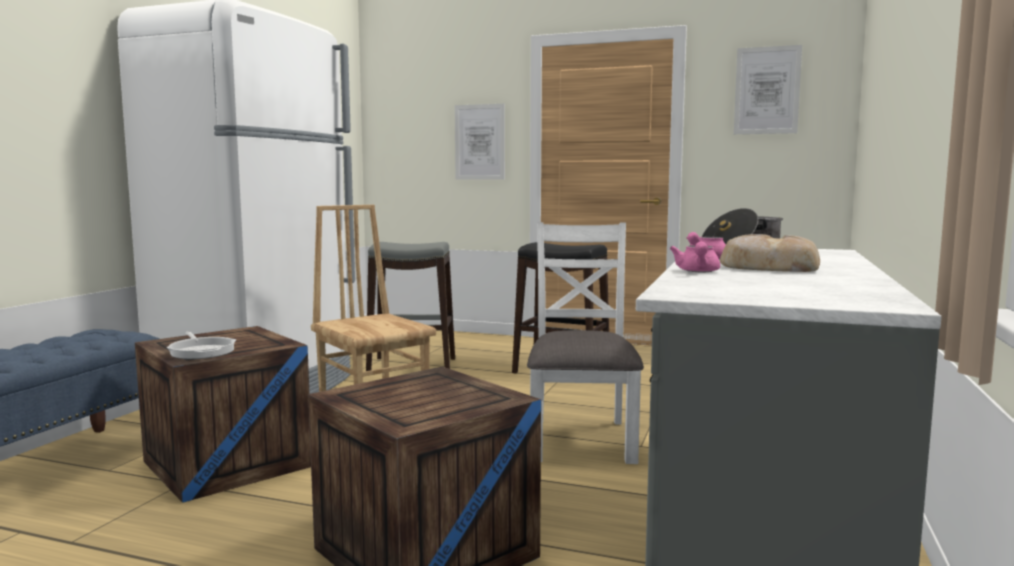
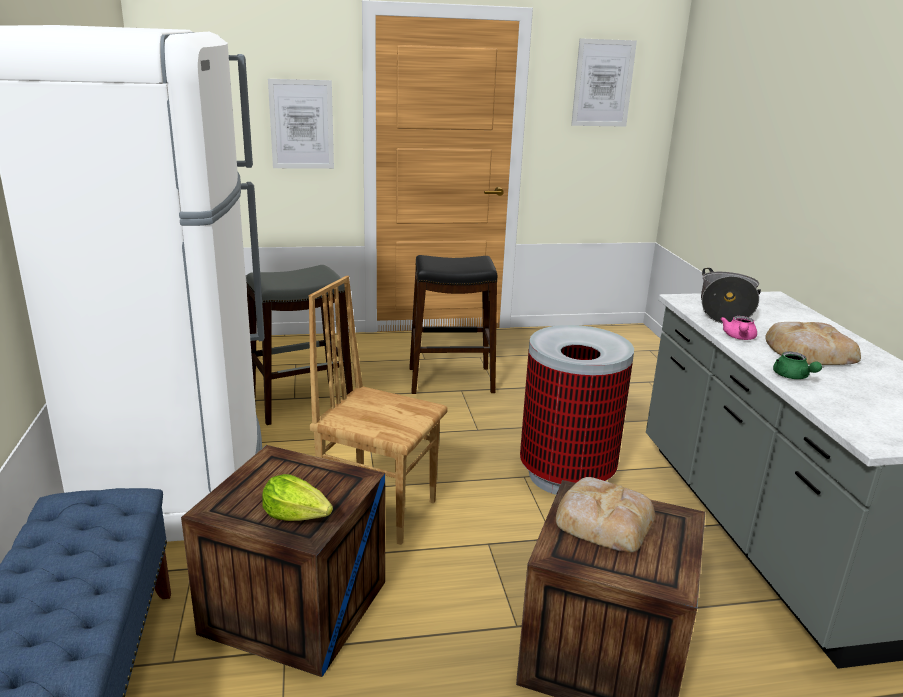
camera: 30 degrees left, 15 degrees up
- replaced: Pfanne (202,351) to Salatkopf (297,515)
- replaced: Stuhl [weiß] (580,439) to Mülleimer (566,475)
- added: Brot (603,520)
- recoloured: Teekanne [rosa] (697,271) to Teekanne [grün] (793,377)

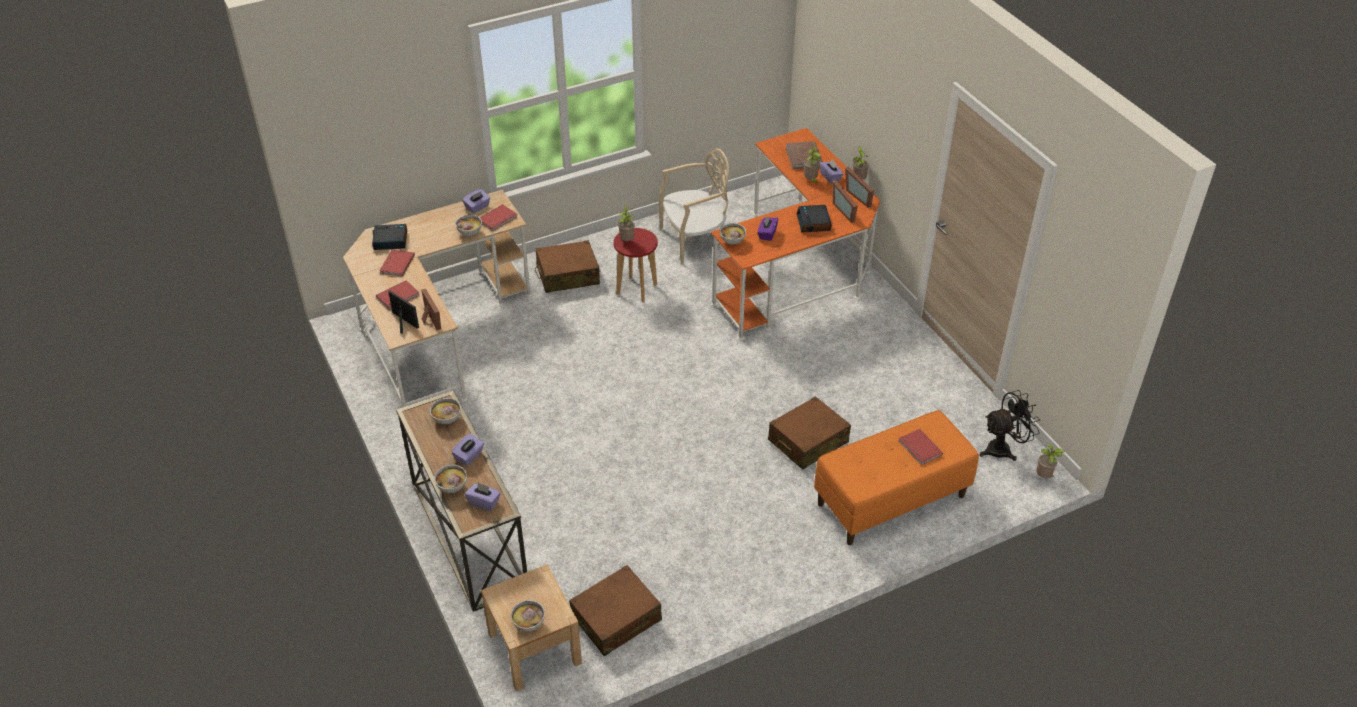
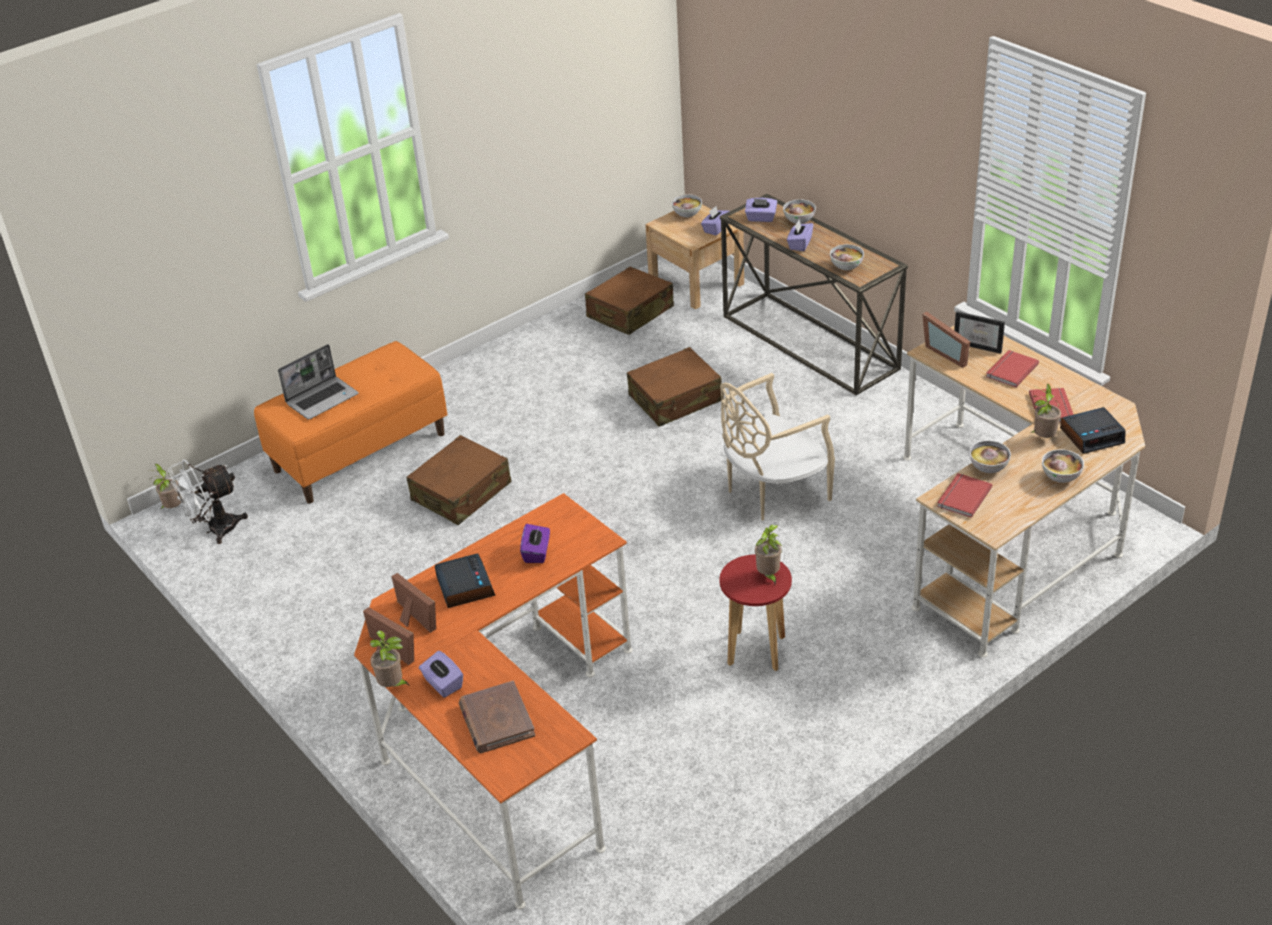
camera: 170 degrees right, 5 degrees down
- recoloured: Ventilator [schwarz] (1003,449) to Ventilator [weiß] (215,530)
- replaced: Buch [rot] (919,448) to Laptop (322,399)
- moved: Koffer [braun] (567,275) to (675,399)
- moved: Taschentuchbox [lila] (477,207) to (715,229)
- moved: Stuhl [beige] (694,240) to (773,492)
- moved: Topfpflanze (810,180) to (1043,438)
- moved: Schüssel (732,241) to (1061,477)

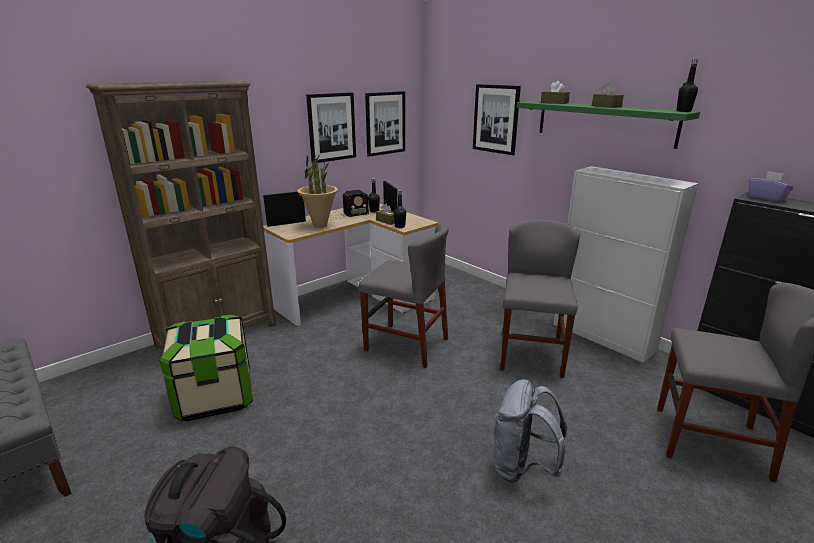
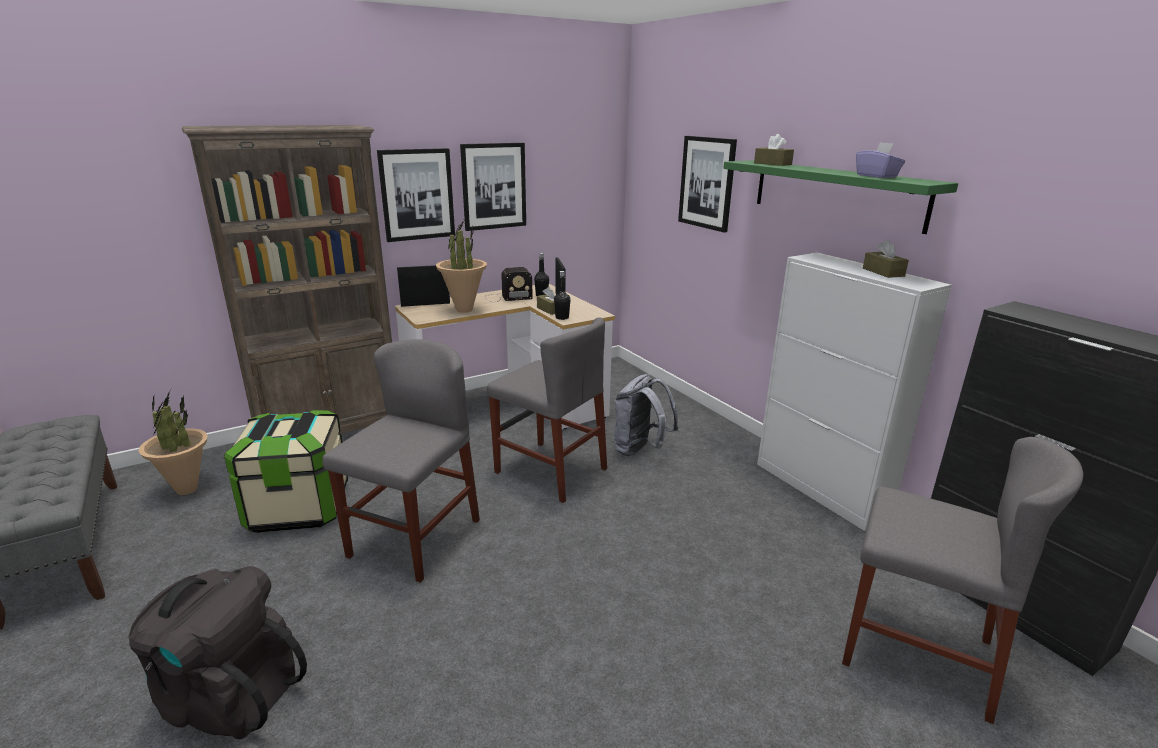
camera: 10 degrees right, 0 degrees up
- added: Topfpflanze (186,489)
- moved: Stuhl [grau] (531,354) to (414,538)
- moved: Bild (385,123) to (417,194)
- moved: Rucksack [grau] (522,467) to (640,450)
- moved: Taschentuchbox [lila] (766,198) to (876,176)
- moved: Taschentuchbox [braun] (606,106) to (883,272)
- removed: Flasche [schwarz] (683,111)

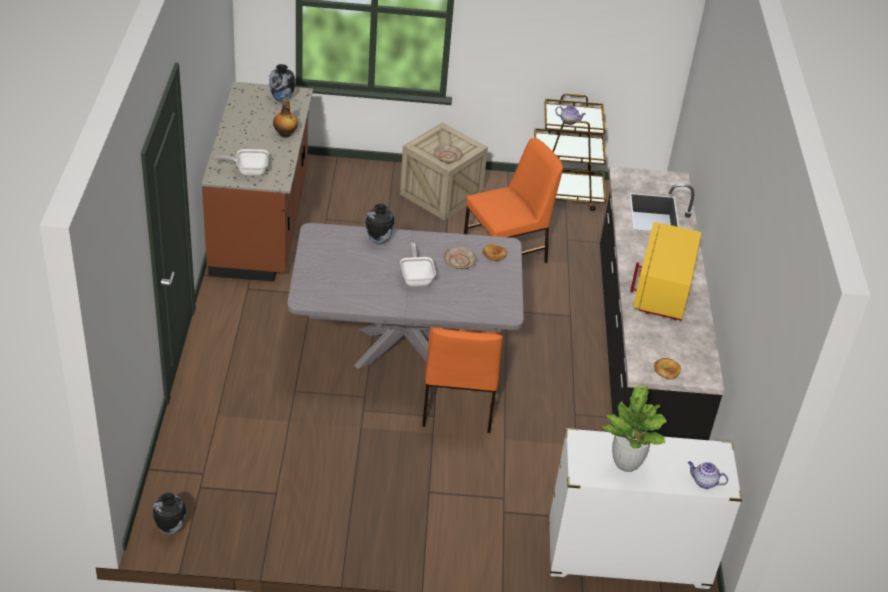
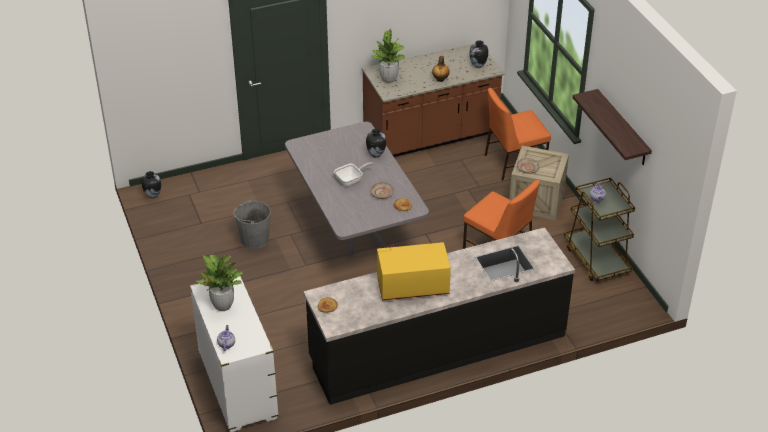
camera: 70 degrees right, 0 degrees up
- added: Eimer [grau] (254,239)
- replaced: Pfanne (248,171) to Topfpflanze (389,79)
- moved: Stuhl [orange] (457,404) to (513,162)
- added: Wandregal (622,128)

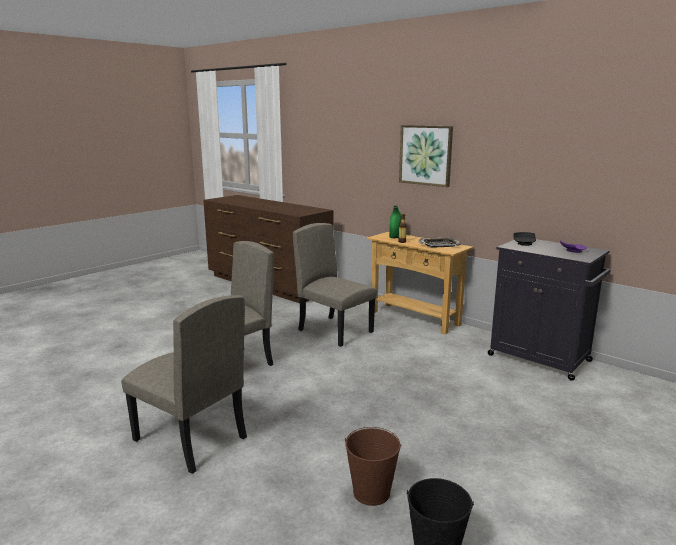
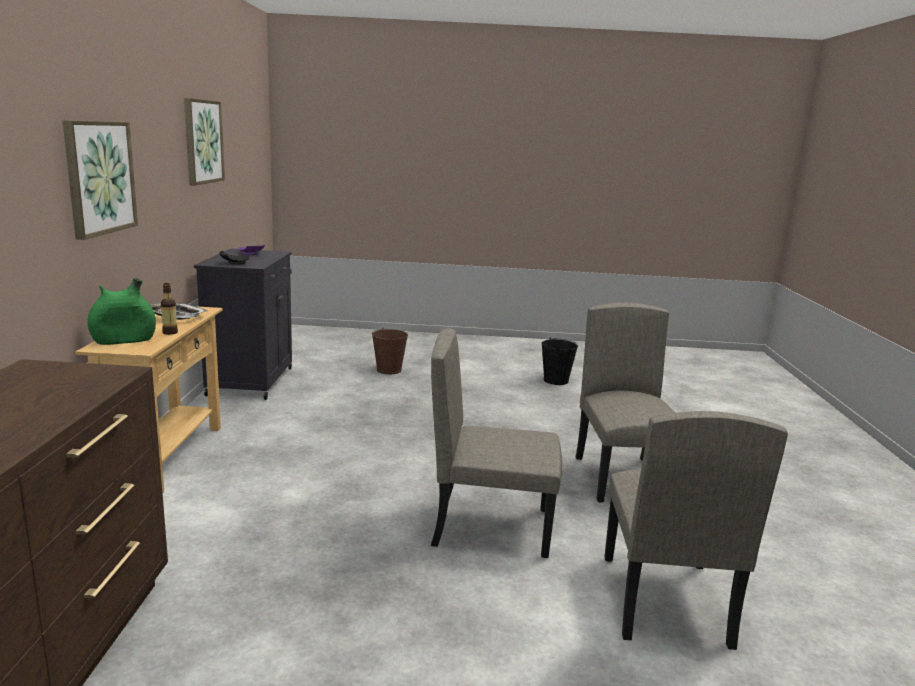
camera: 130 degrees left, 0 degrees up
- added: Bild (202,141)
- moved: Eimer [braun] (371,492) to (389,370)
- moved: Stuhl [beige] (335,331) to (663,599)

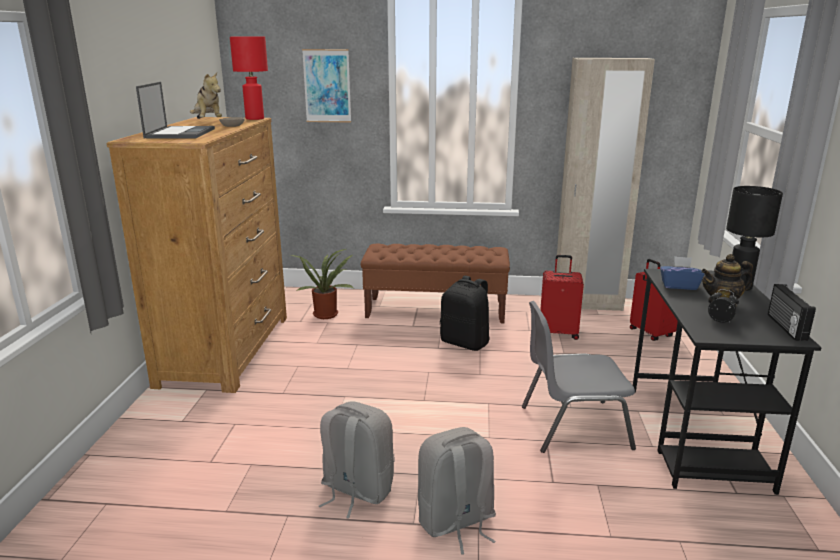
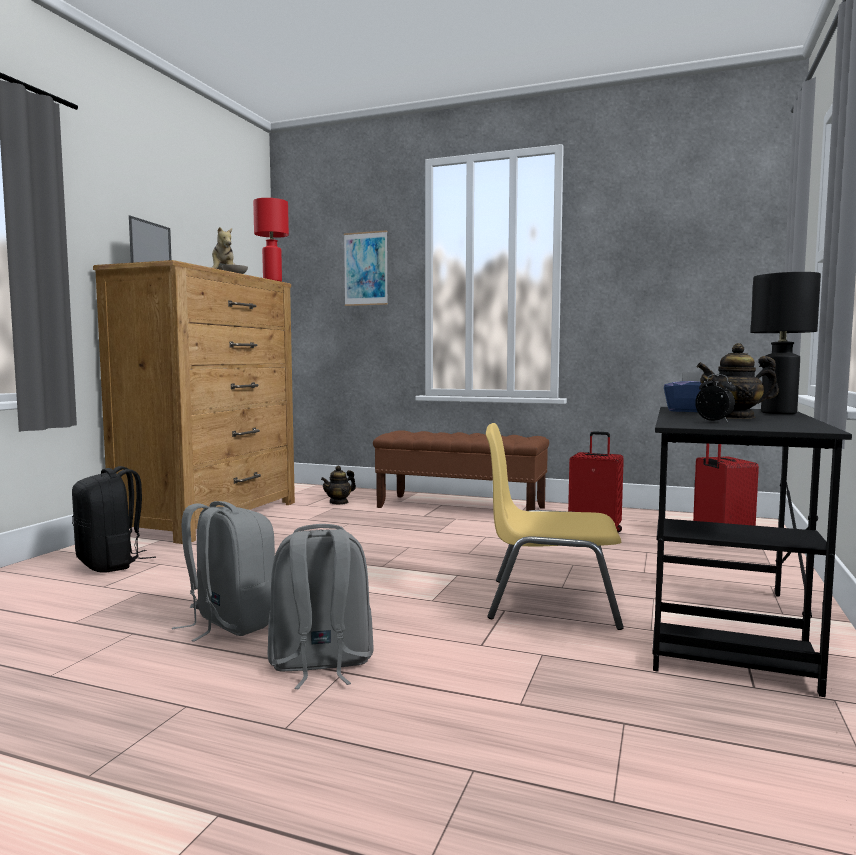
camera: 15 degrees right, 15 degrees down
- moved: Rucksack [schwarz] (465,343) to (111,564)
- replaced: Topfpflanze (326,313) to Teekanne (339,502)
- recoloured: Stuhl [grau] (572,426) to Stuhl [gelb] (550,602)
- removed: Kleiderschrank [beige] (587,304)
- removed: Radio (785,327)

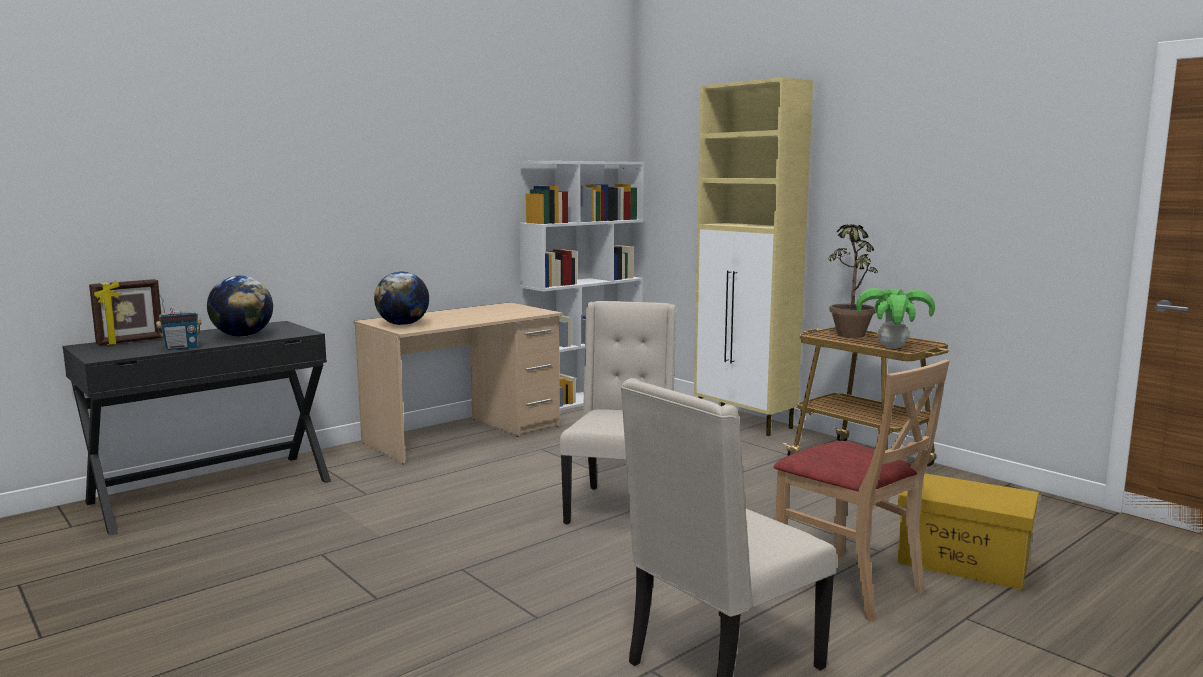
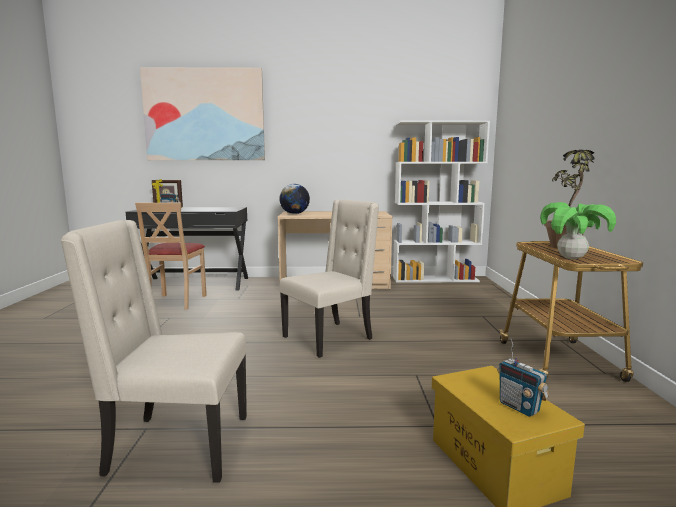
camera: 40 degrees right, 0 degrees up
- moved: Stuhl [beige] (849,585) to (176,302)
- added: Bild (204,115)
- added: Radio (519,407)
- removed: Globus (243,336)
- removed: Schrank [beige] (745,422)

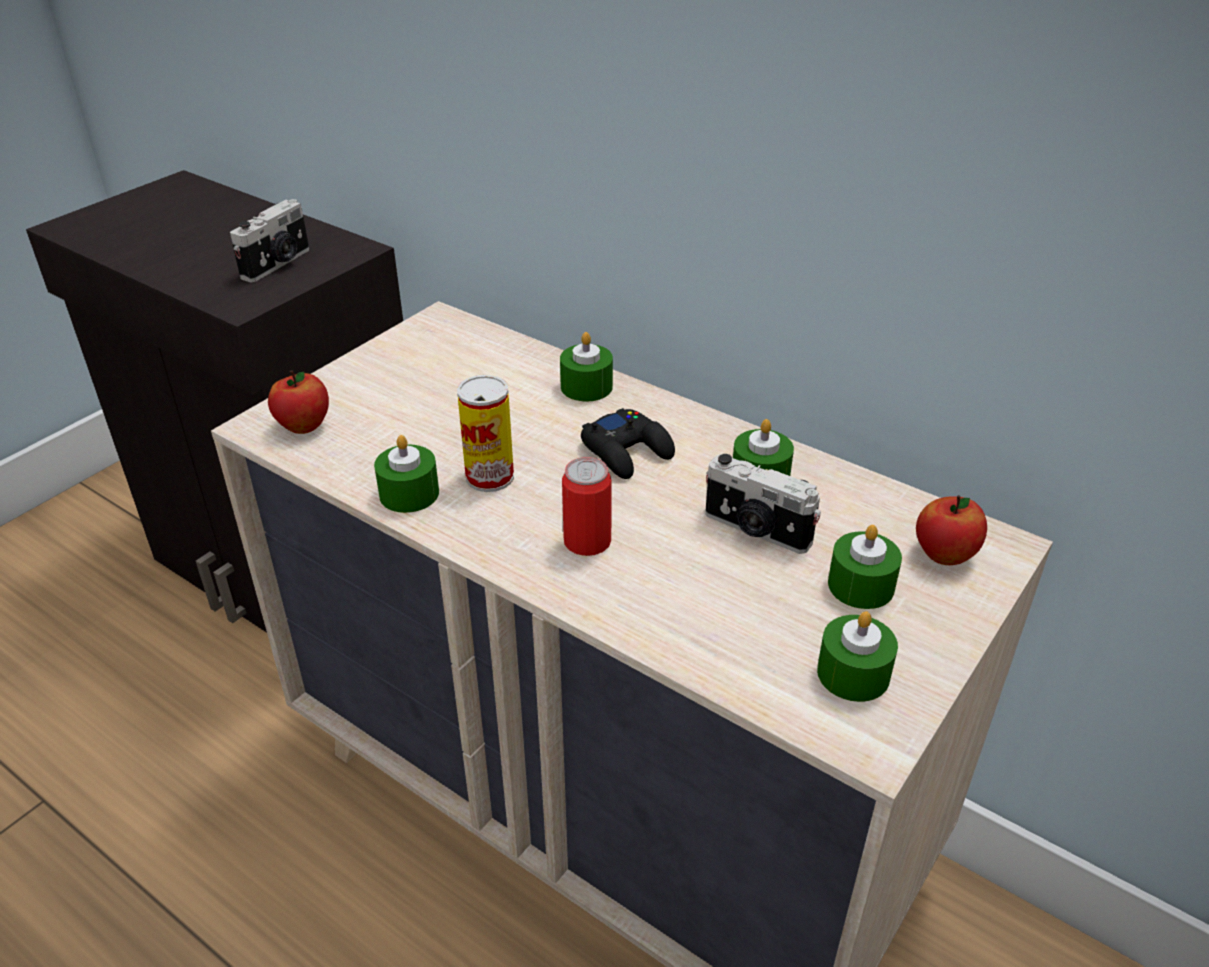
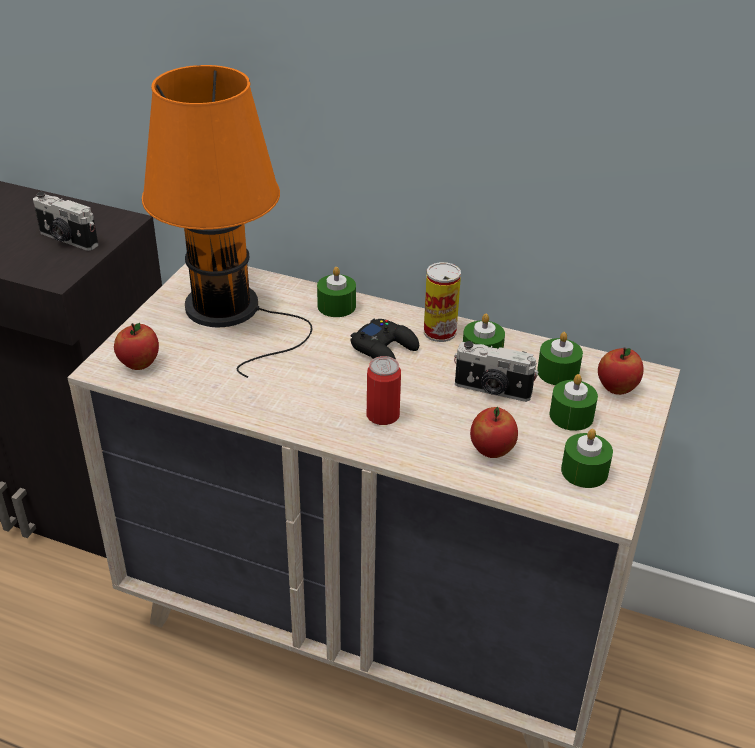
camera: 15 degrees left, 0 degrees up
- turned: Kamera (278,264) = (67,240) 105 degrees clockwise
- added: Tischlampe [orange] (228,310)
- moved: Dose (490,477) to (439,332)
- added: Apfel (492,450)
- moved: Kerze [grün] (409,493) to (558,372)

